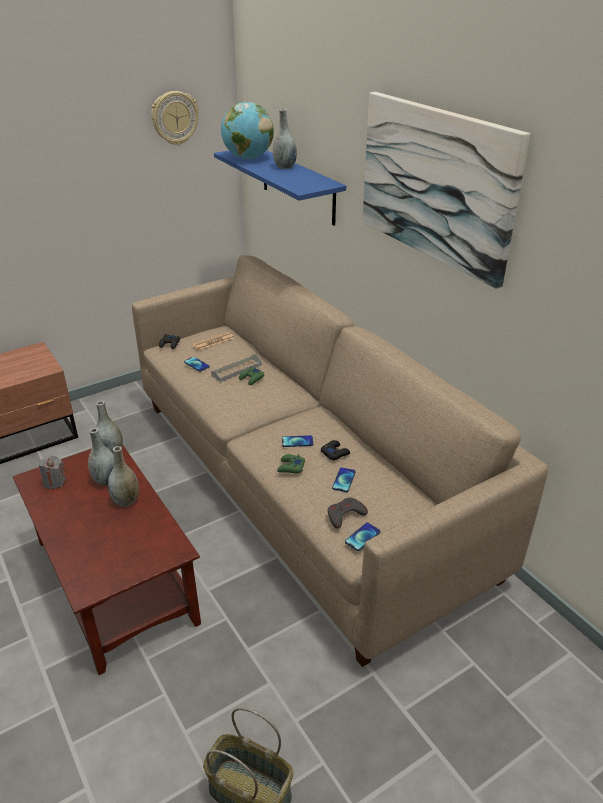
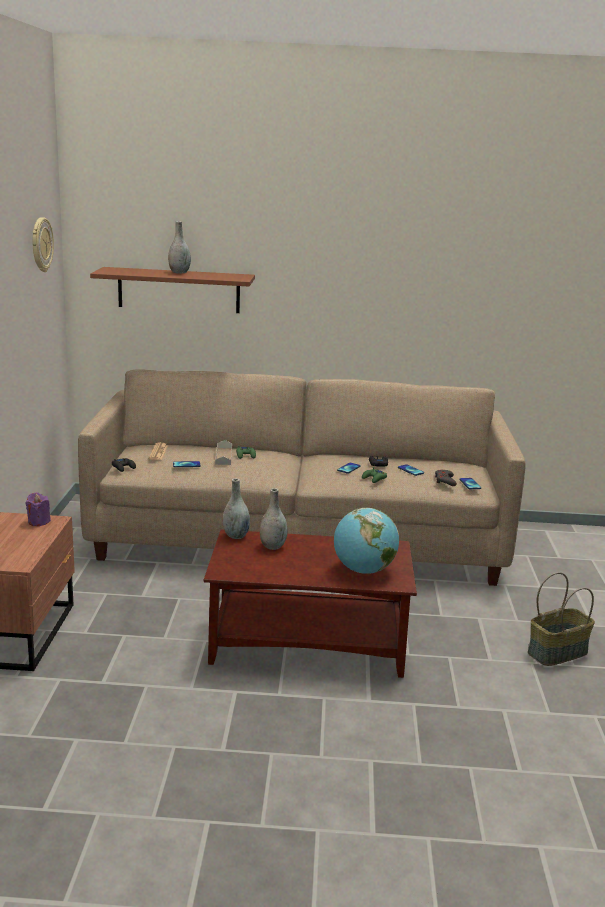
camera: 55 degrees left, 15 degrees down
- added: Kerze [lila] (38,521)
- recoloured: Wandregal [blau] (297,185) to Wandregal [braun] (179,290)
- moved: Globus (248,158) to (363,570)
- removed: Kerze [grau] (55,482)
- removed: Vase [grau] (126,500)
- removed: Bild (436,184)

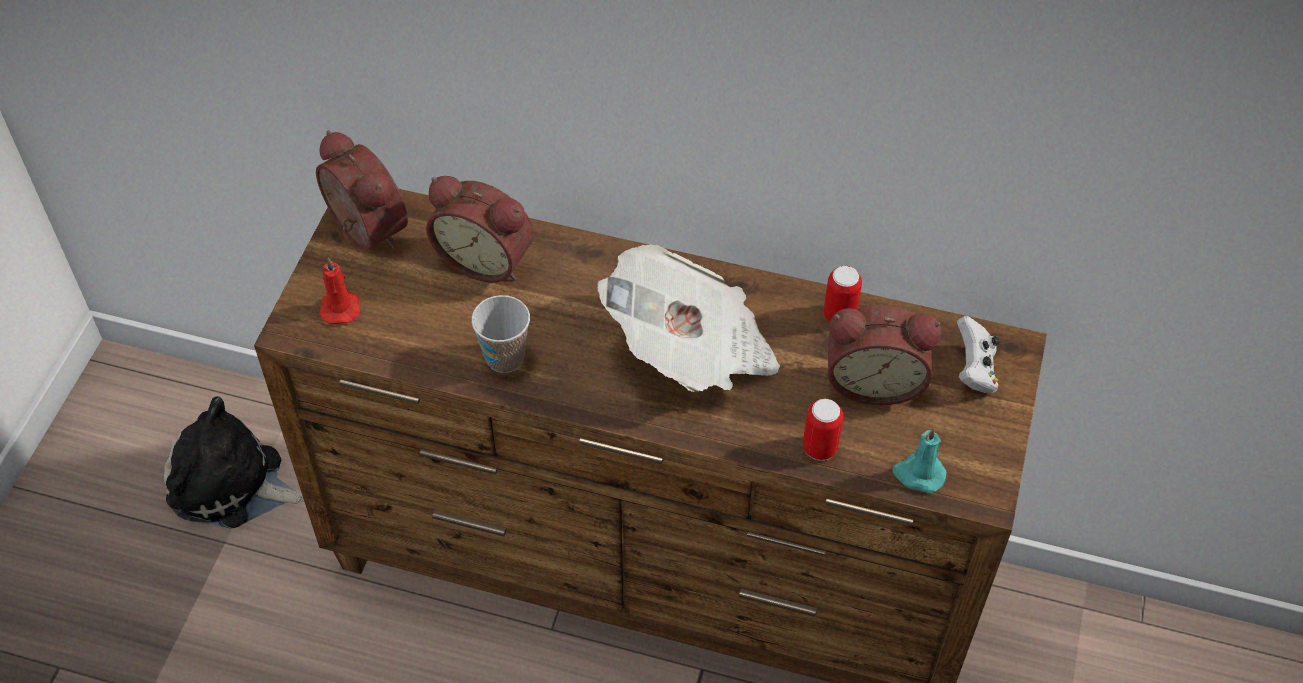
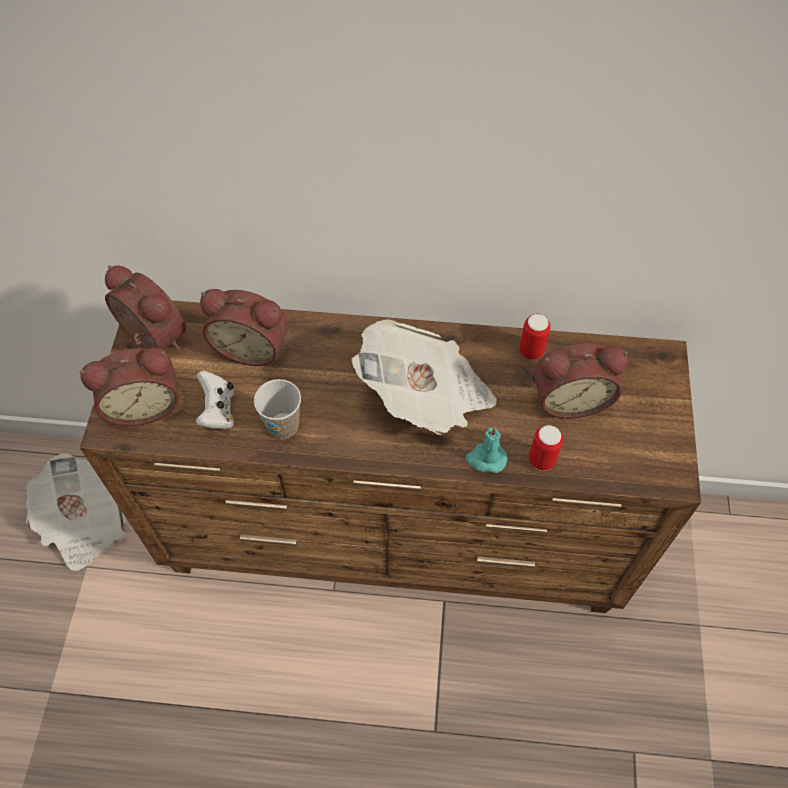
camera: 10 degrees left, 5 degrees up
- replaced: Plüschtier (232,485) to Zeitung (84,522)
- replaced: Kerze [rot] (340,306) to Wecker (144,404)
- moved: Gamepad [weiß] (974,370) to (218,411)
- moved: Kerze [türkis] (918,474) to (486,459)

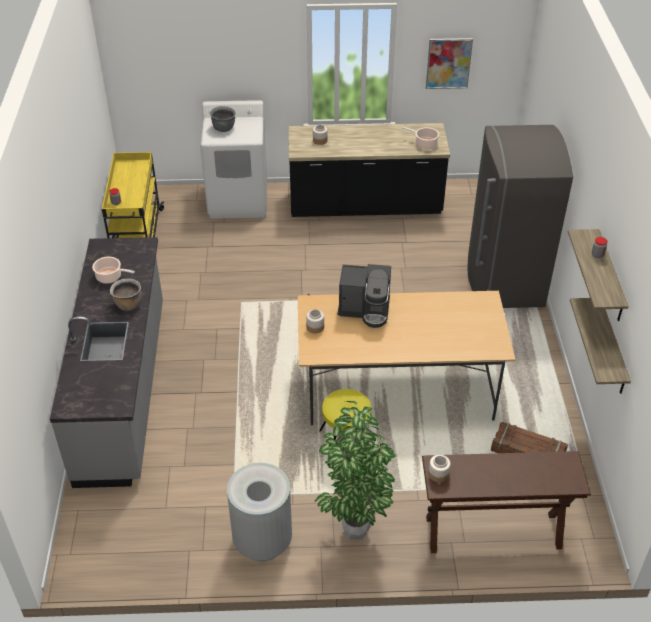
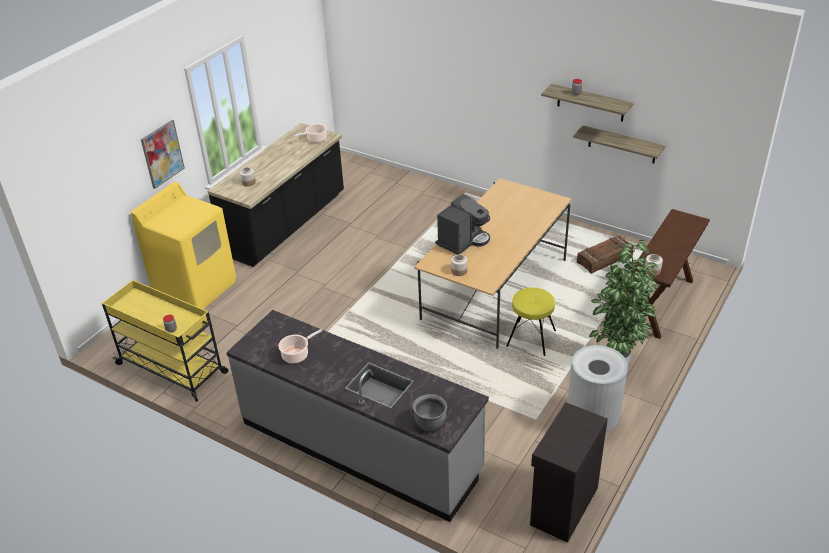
camera: 55 degrees left, 5 degrees down
- recoloured: Waschmaschine [weiß] (238,200) to Waschmaschine [gelb] (196,287)
- moved: Bild (448,63) to (162,154)
- moved: Kochtopf [grau] (224,128) to (430,423)
- added: Schrank [schwarz] (562,506)
- removed: Kochtopf [braun] (128,304)
- removed: Kühlschrank [grau] (504,281)

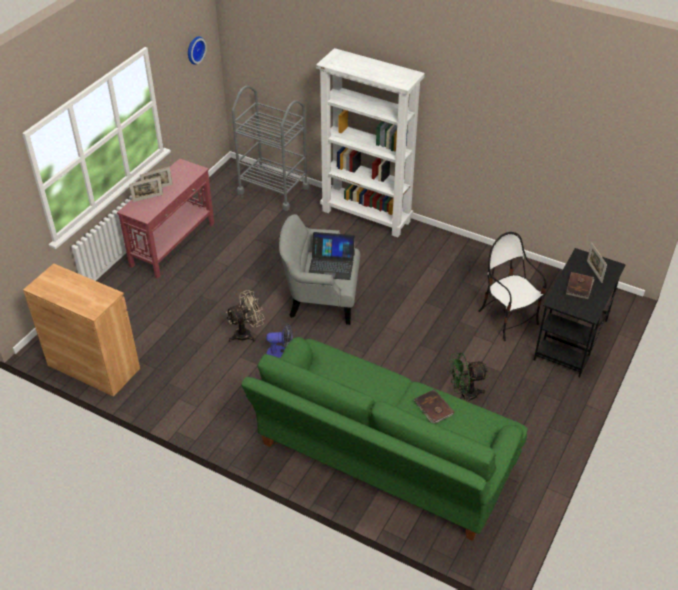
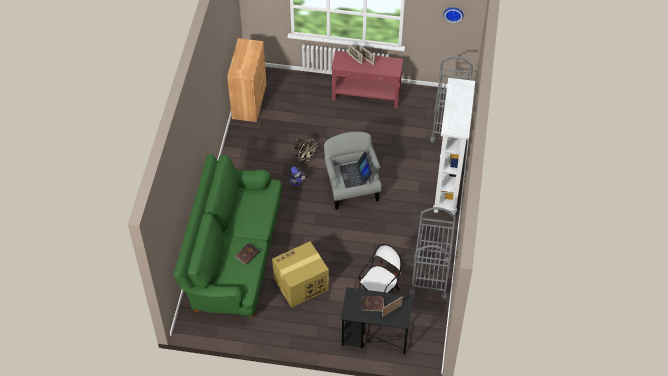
camera: 70 degrees right, 10 degrees up
- replaced: Ventilator [grün] (464,394) to Karton (300,284)
- added: Rollwagen [grau] (430,277)

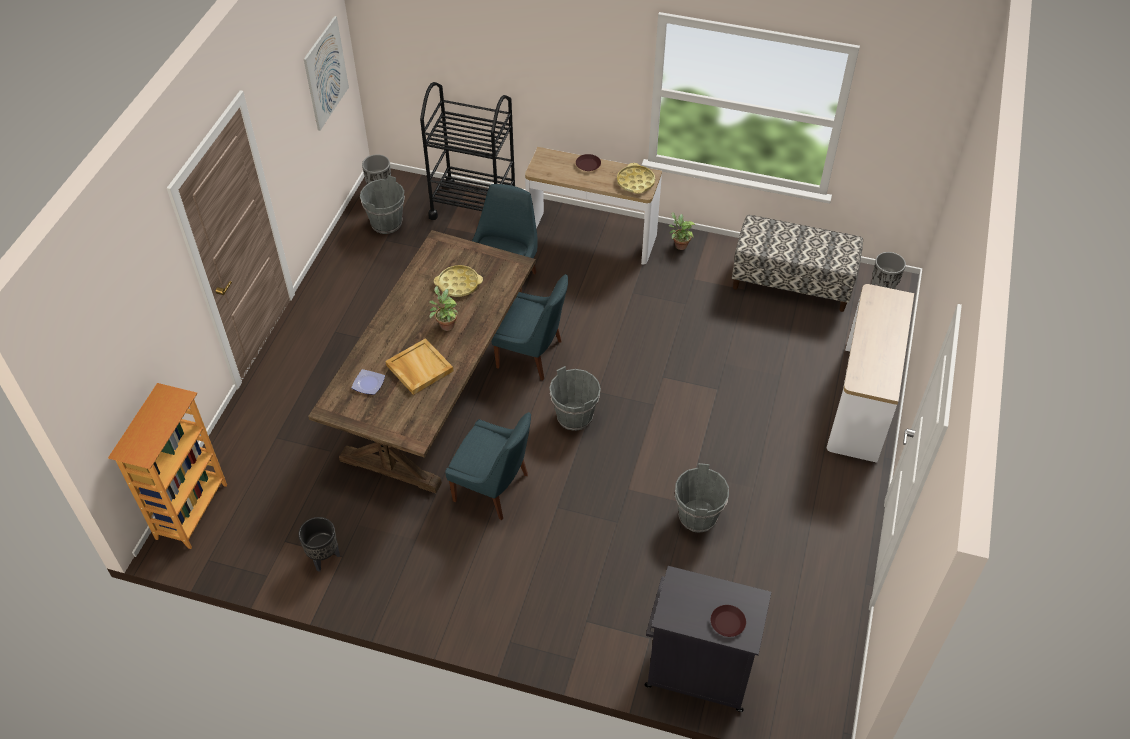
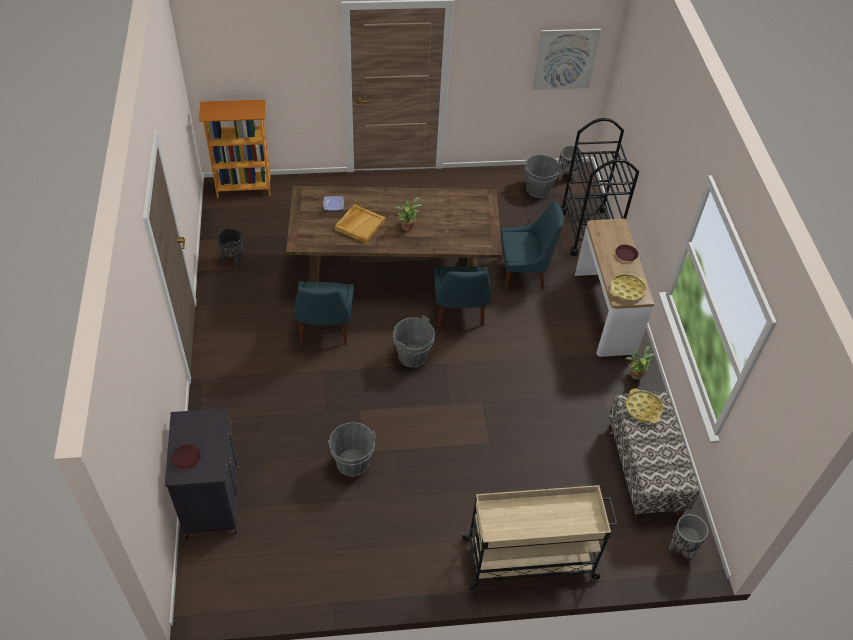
camera: 65 degrees right, 0 degrees up
- replaced: Konsolentisch (861,403) to Rollwagen [beige] (531,558)
- moved: Tablett [gelb] (458,284) to (643,408)

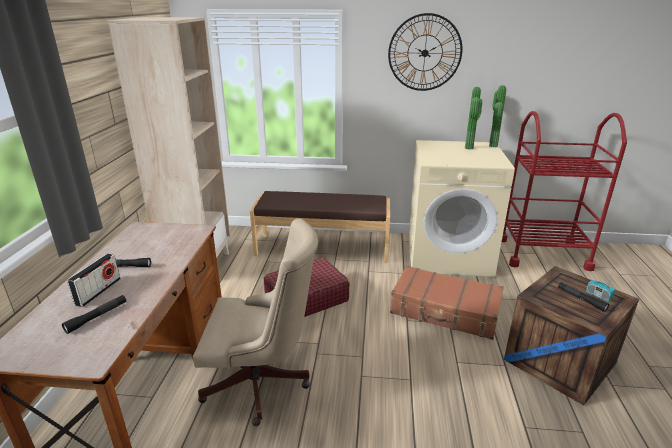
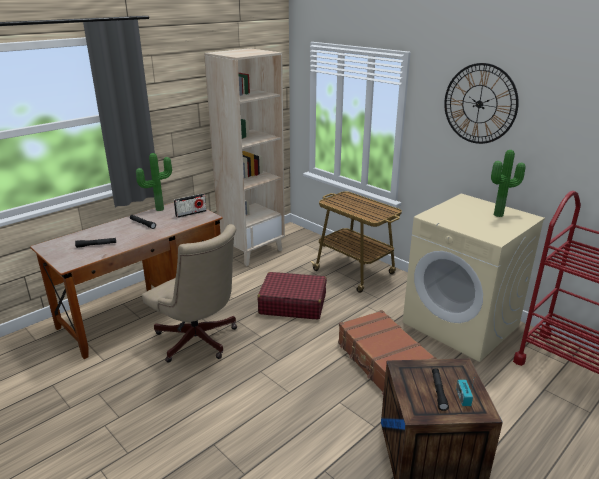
camera: 40 degrees right, 0 degrees up
- moved: Topfpflanze (491,146) to (159,209)
- moved: Radio (98,291) to (191,213)
- replaced: Bank [braun] (322,247) to Rollwagen (355,272)

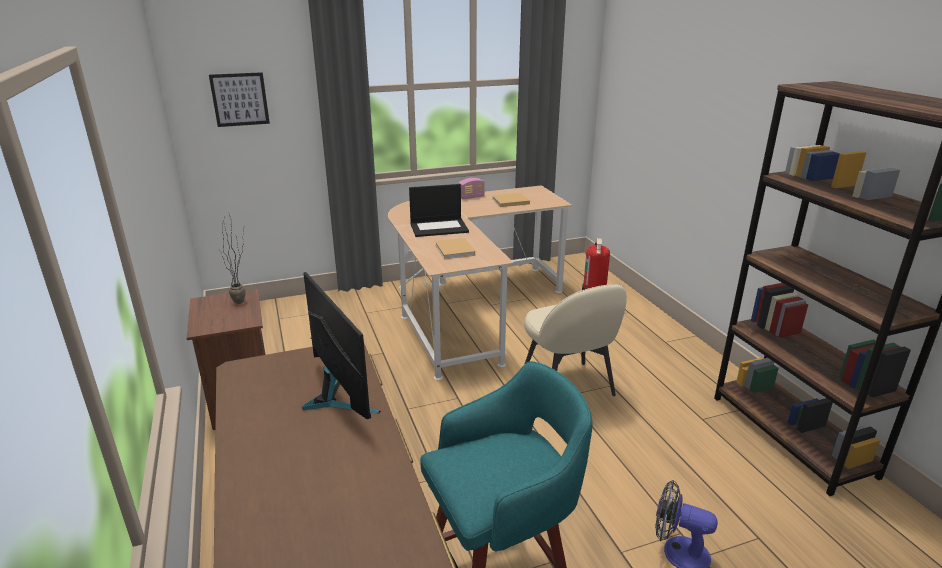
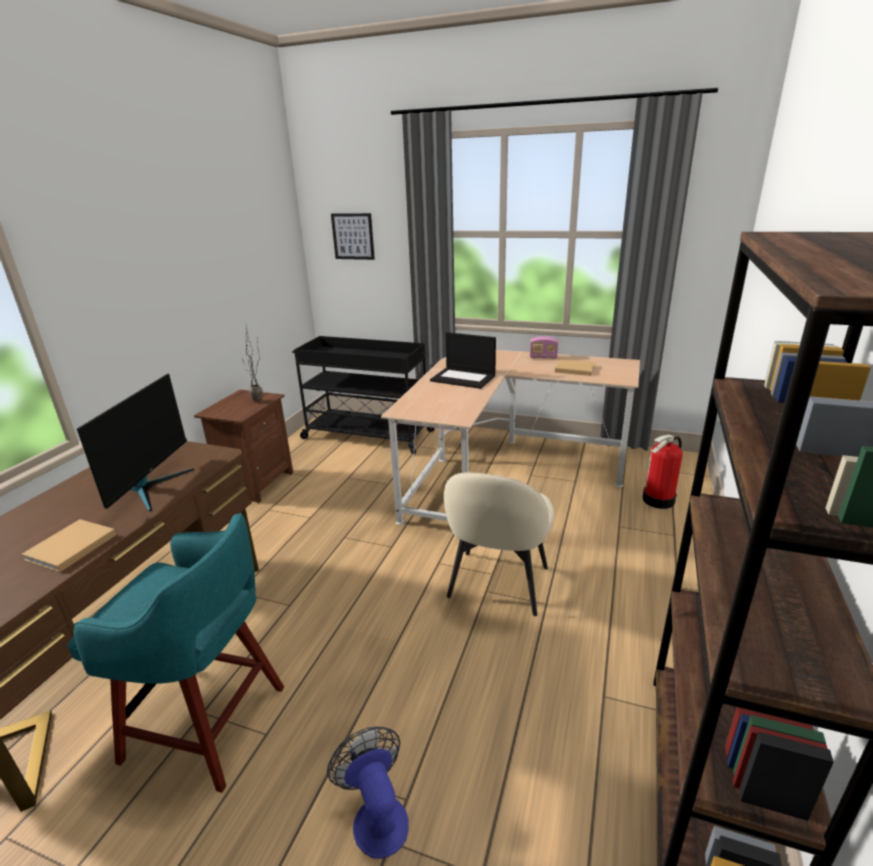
camera: 40 degrees right, 0 degrees up
- moved: Buch [beige] (455,250) to (69,548)
- added: Rollwagen [schwarz] (366,434)

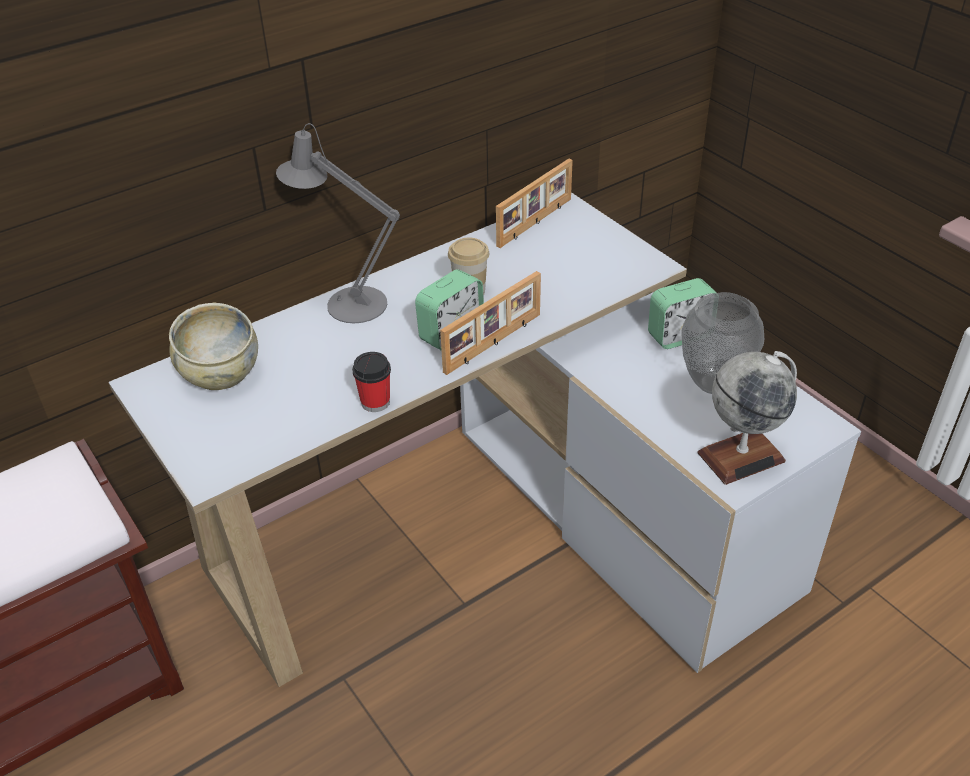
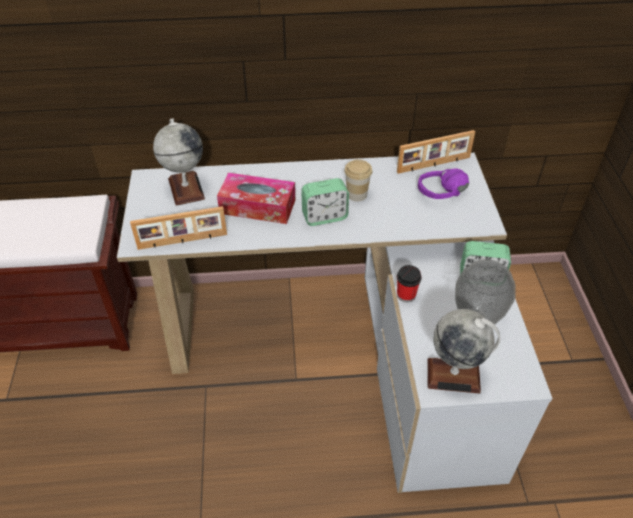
camera: 30 degrees right, 5 degrees up
- moved: Bilderrahmen (494,343) to (182,241)
- replaced: Schüssel [beige] (220,374) to Globus (186,188)
- added: Taschentuchbox (257,206)
- moved: Tasse (375,402) to (406,295)
- added: Kopfhörer [lila] (445,197)
- removed: Tischlampe [grau] (348,303)

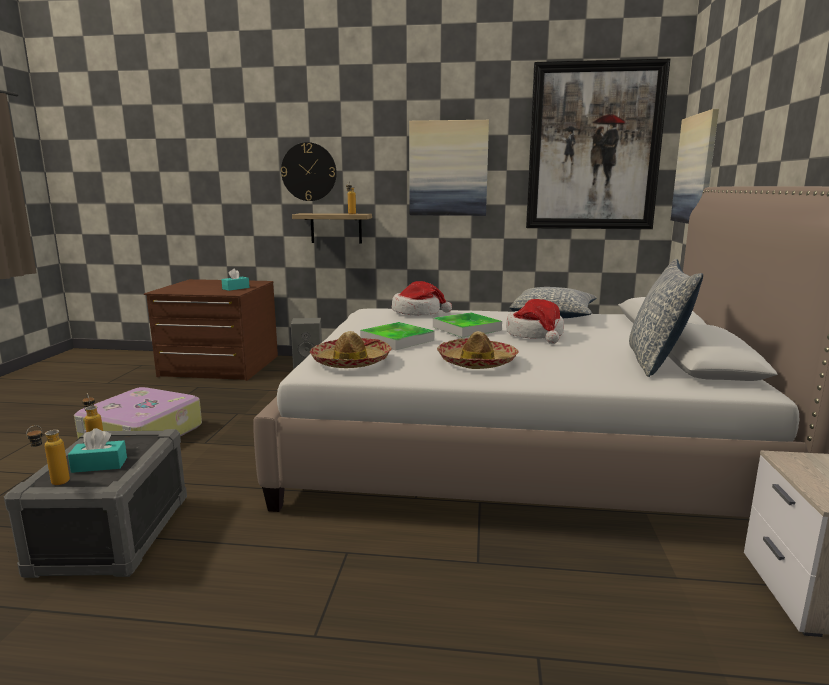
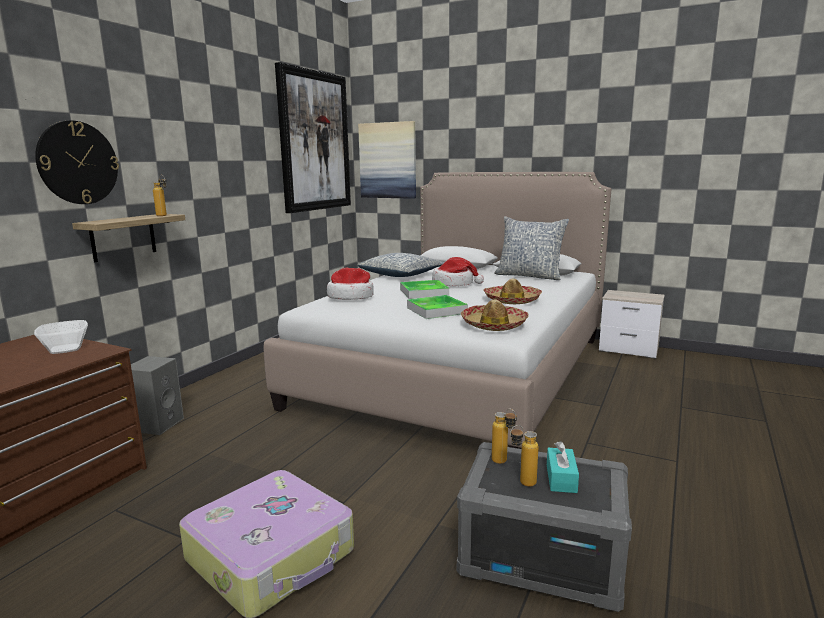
camera: 70 degrees left, 0 degrees up
- replaced: Taschentuchbox [türkis] (236,288) to Schüssel (66,349)
- moved: Flasche (53,484) to (503,463)
- removed: Bild (448,168)

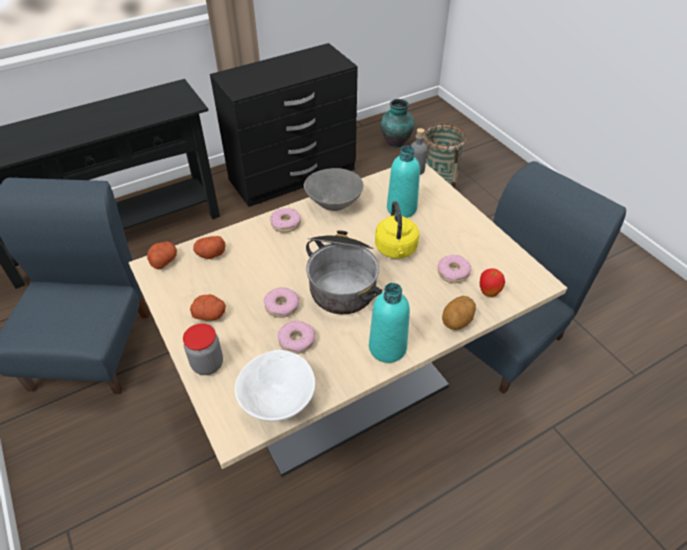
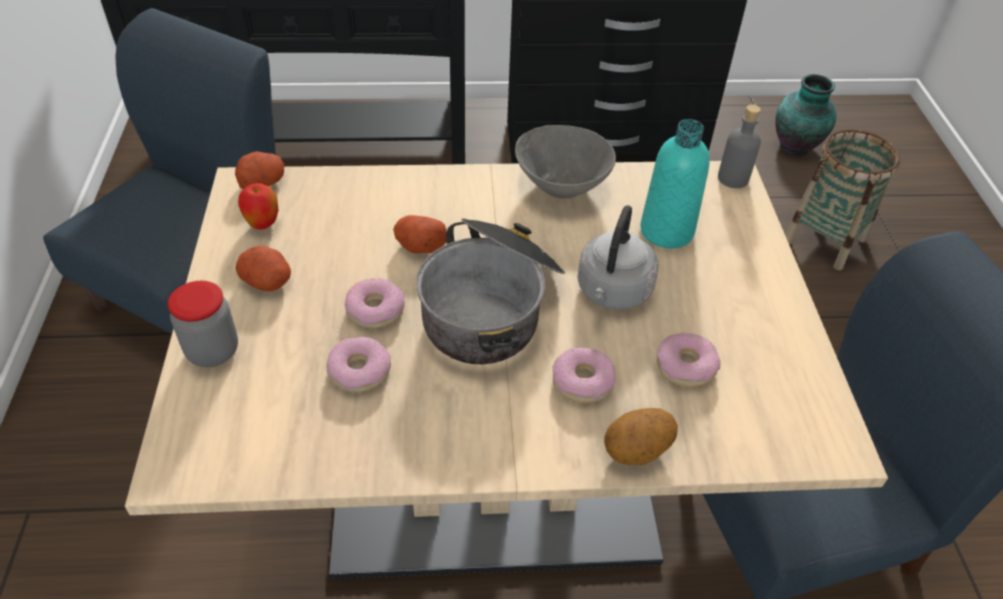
camera: 25 degrees right, 0 degrees up
- moved: Apfel (488,293) to (263,225)
- moved: Kartoffel (210,254) to (419,246)
- moved: Donut (286,224) to (582,382)
- recoloured: Wasserkessel [gelb] (396,250) to Wasserkessel [grau] (612,292)
- removed: Schüssel [weiß] (278,400)
- removed: Flasche [türkis] (387,348)

